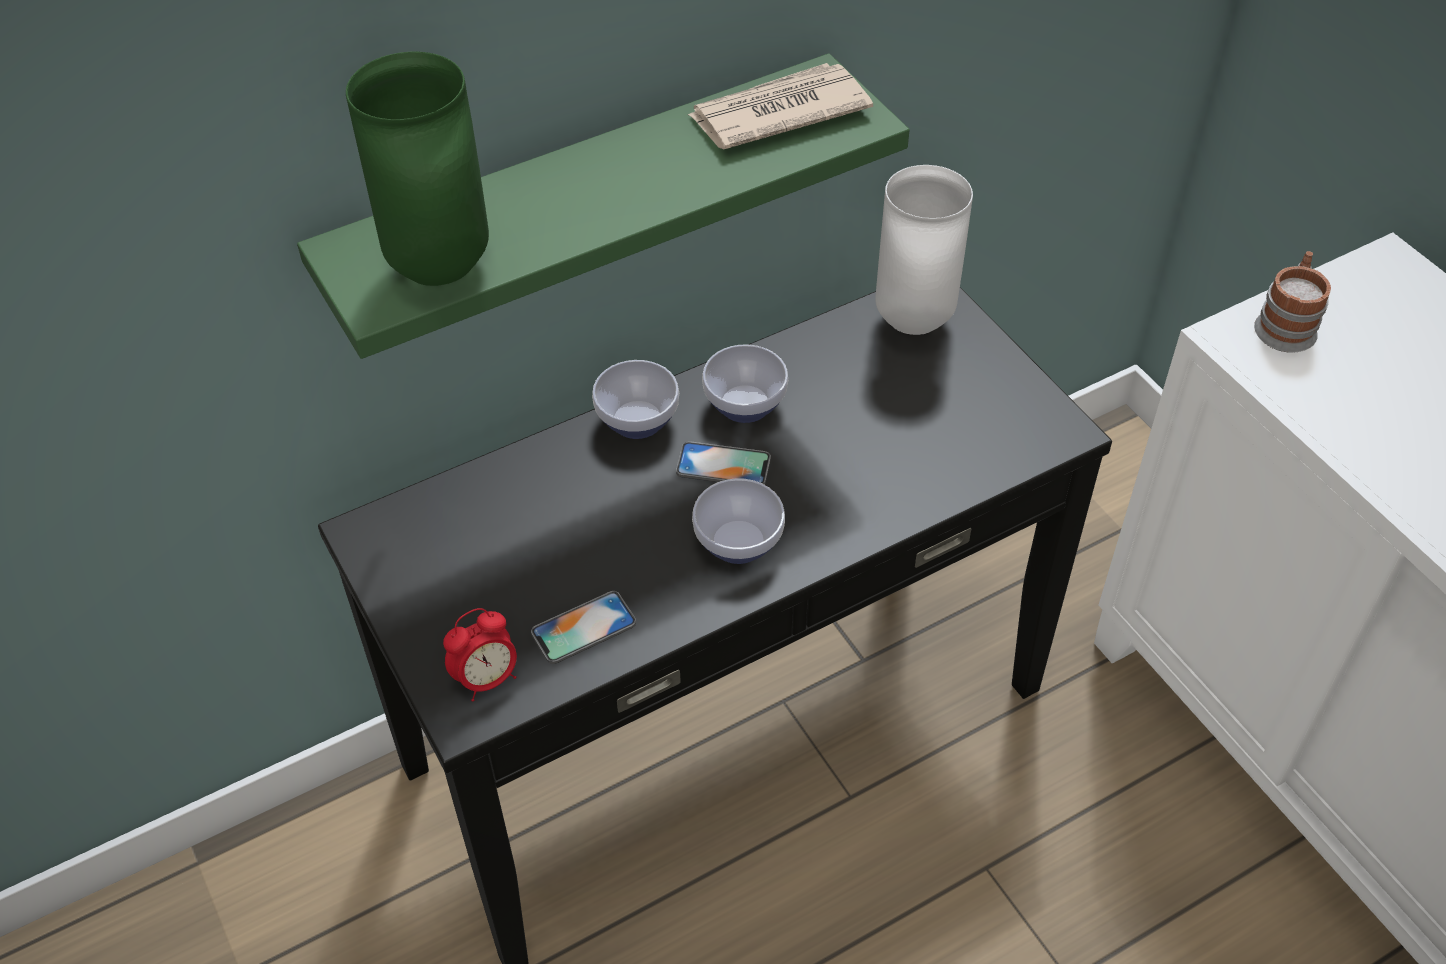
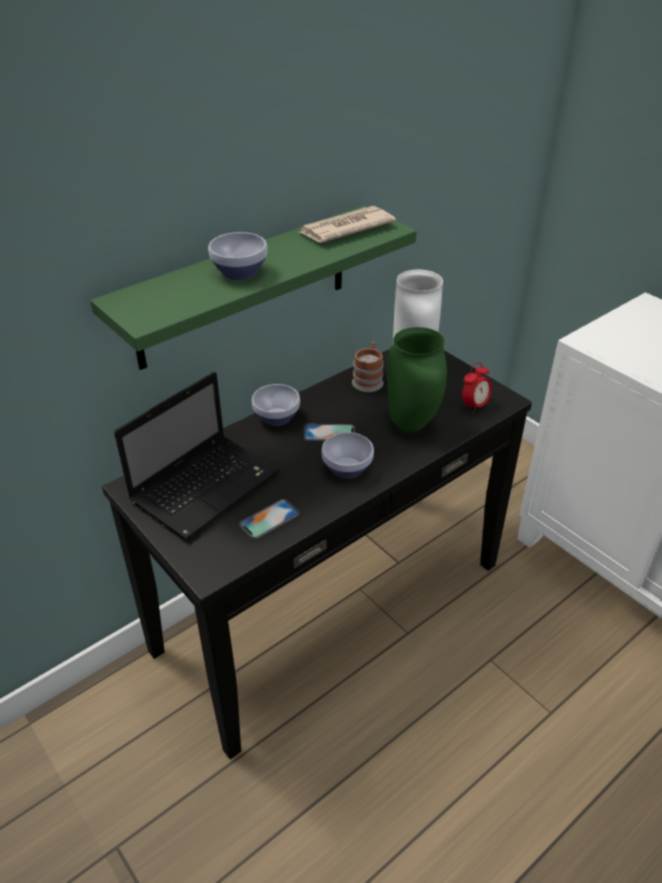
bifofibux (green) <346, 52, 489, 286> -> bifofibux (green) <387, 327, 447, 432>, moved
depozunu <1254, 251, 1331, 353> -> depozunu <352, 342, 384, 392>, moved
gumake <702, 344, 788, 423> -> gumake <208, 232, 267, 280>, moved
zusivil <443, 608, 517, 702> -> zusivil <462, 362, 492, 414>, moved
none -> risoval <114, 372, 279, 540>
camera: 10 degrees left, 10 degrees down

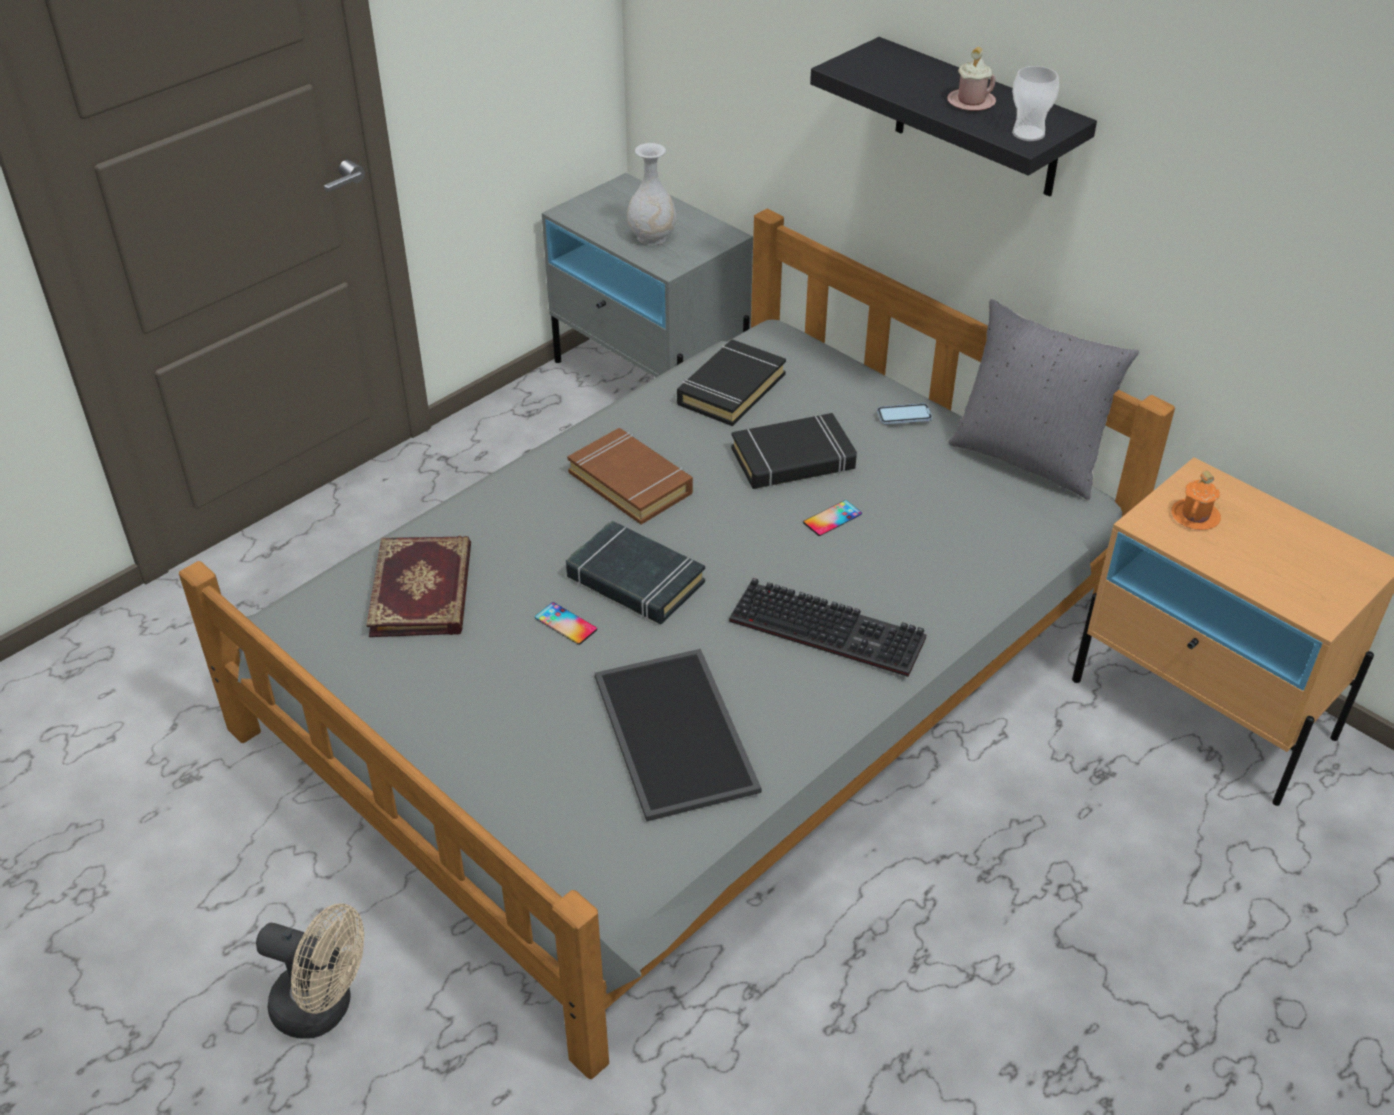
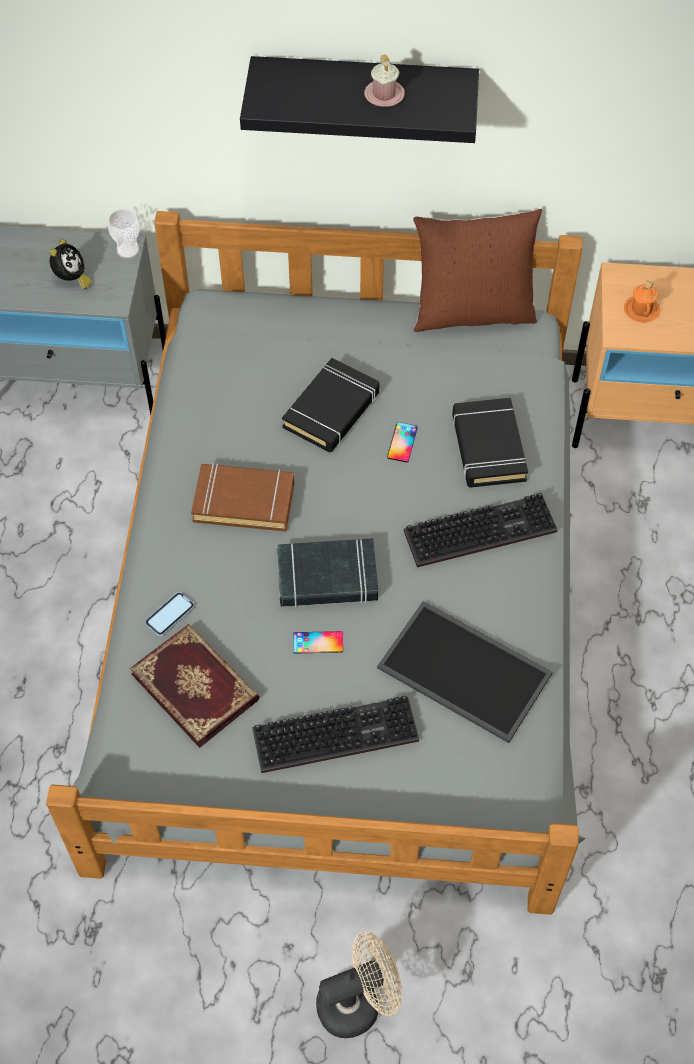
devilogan <1012, 66, 1059, 141> -> devilogan <108, 209, 140, 259>, moved
bifofibux (white) <627, 143, 676, 245> -> zusivil <50, 239, 92, 290>
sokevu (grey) <948, 299, 1139, 500> -> sokevu (brown) <413, 209, 542, 332>
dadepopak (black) <677, 340, 786, 426> -> dadepopak (black) <452, 398, 528, 488>, moved
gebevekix <877, 403, 932, 425> -> gebevekix <145, 592, 195, 636>, moved
none -> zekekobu <252, 696, 419, 773>
camera: 40 degrees left, 15 degrees up

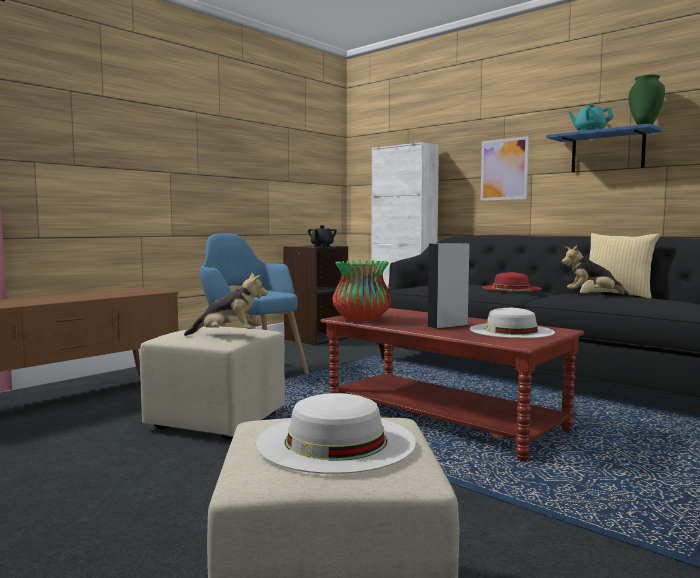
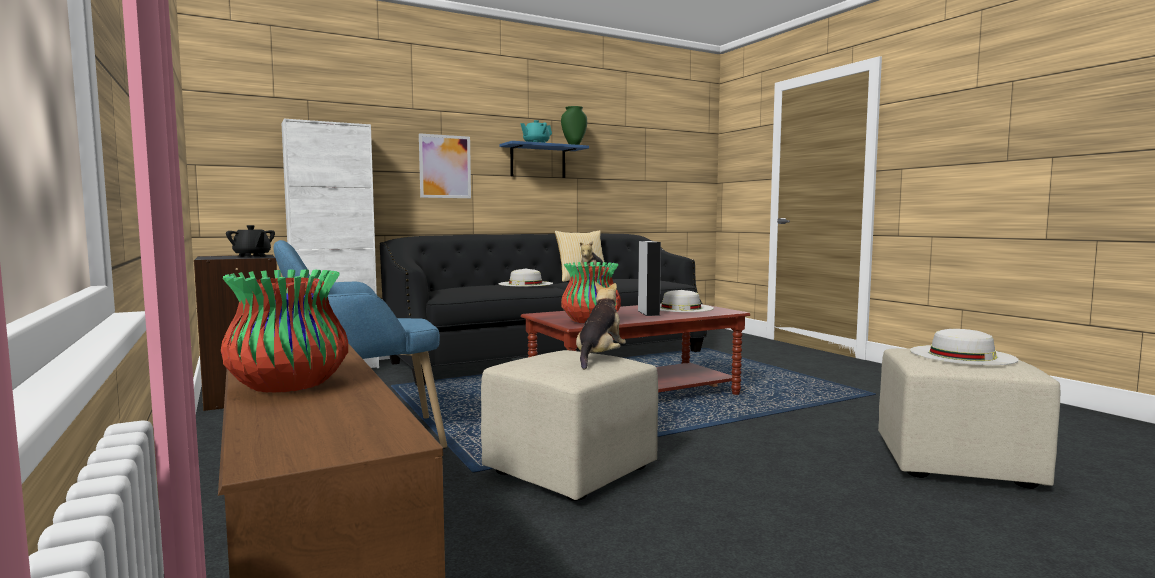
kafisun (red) <482, 272, 542, 291> -> kafisun (white) <499, 269, 553, 287>
none -> bifofibux <221, 269, 348, 393>
camera: 70 degrees left, 0 degrees up

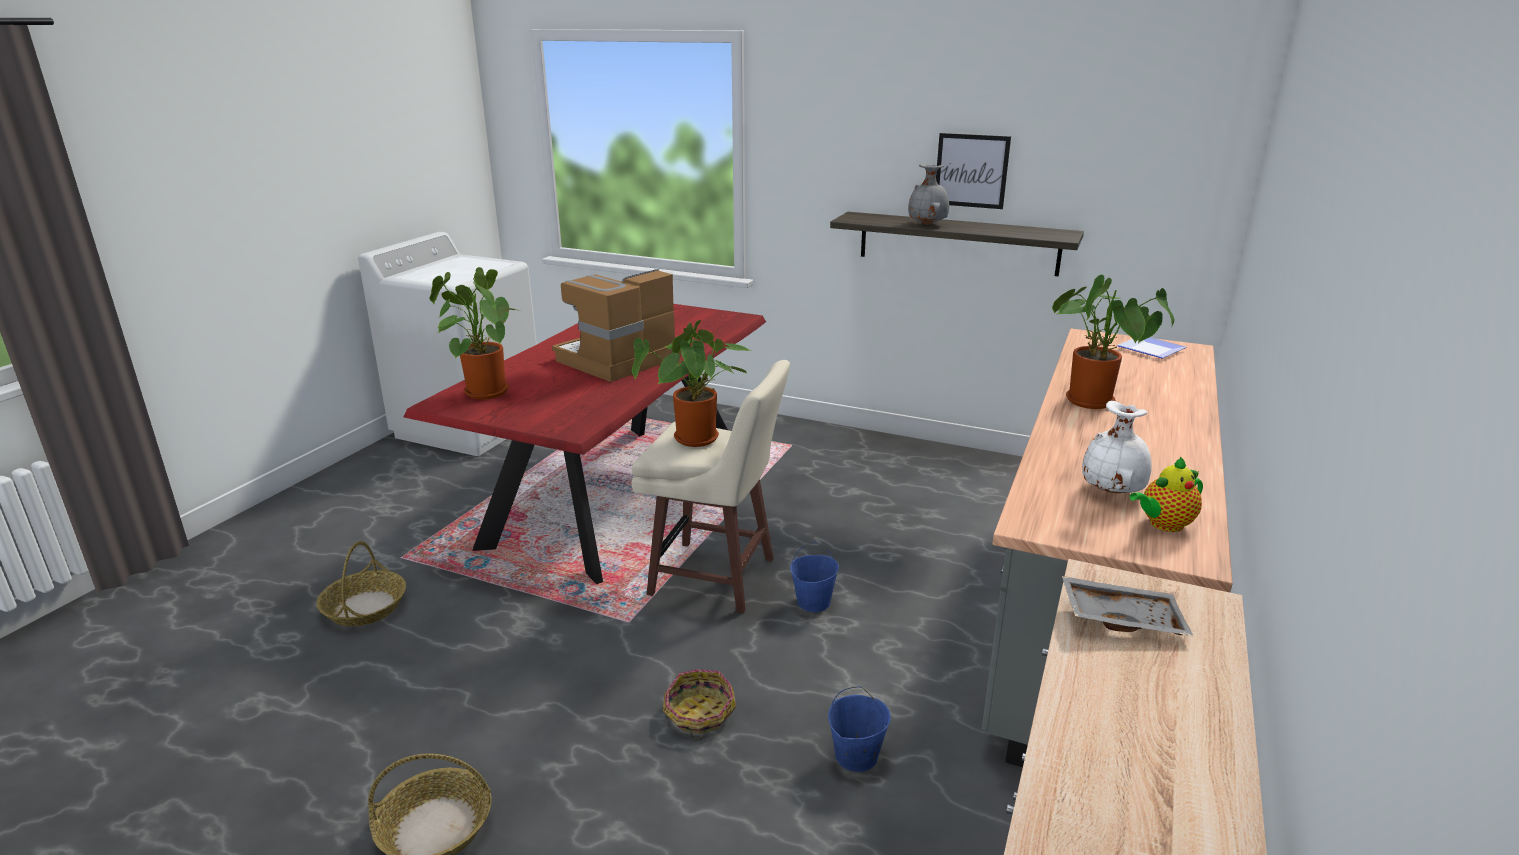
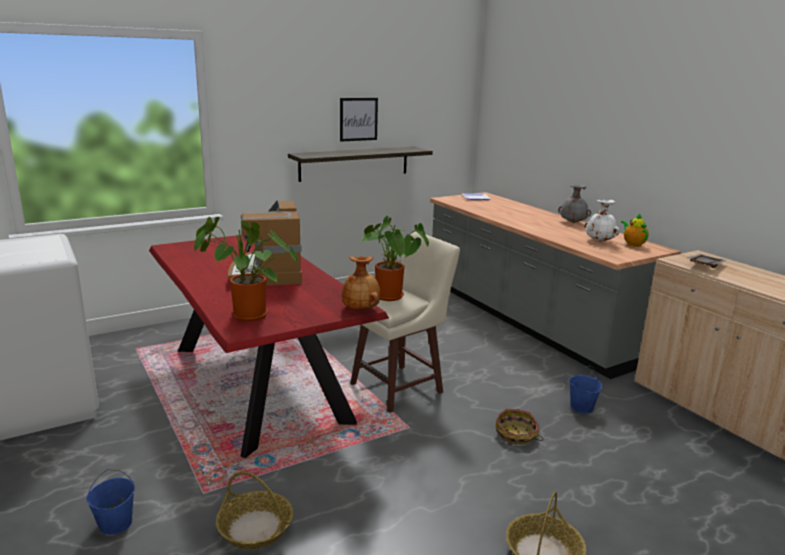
bifofibux (grey) <908, 164, 949, 225> -> bifofibux (grey) <558, 185, 591, 223>, moved
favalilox <1052, 275, 1175, 409> -> none
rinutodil <1129, 457, 1203, 532> -> rinutodil <621, 214, 649, 247>, 150 degrees clockwise
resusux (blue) <790, 542, 839, 612> -> resusux (blue) <86, 469, 135, 535>, moved
none -> bifofibux (brown) <342, 256, 380, 310>
camera: 55 degrees left, 5 degrees down

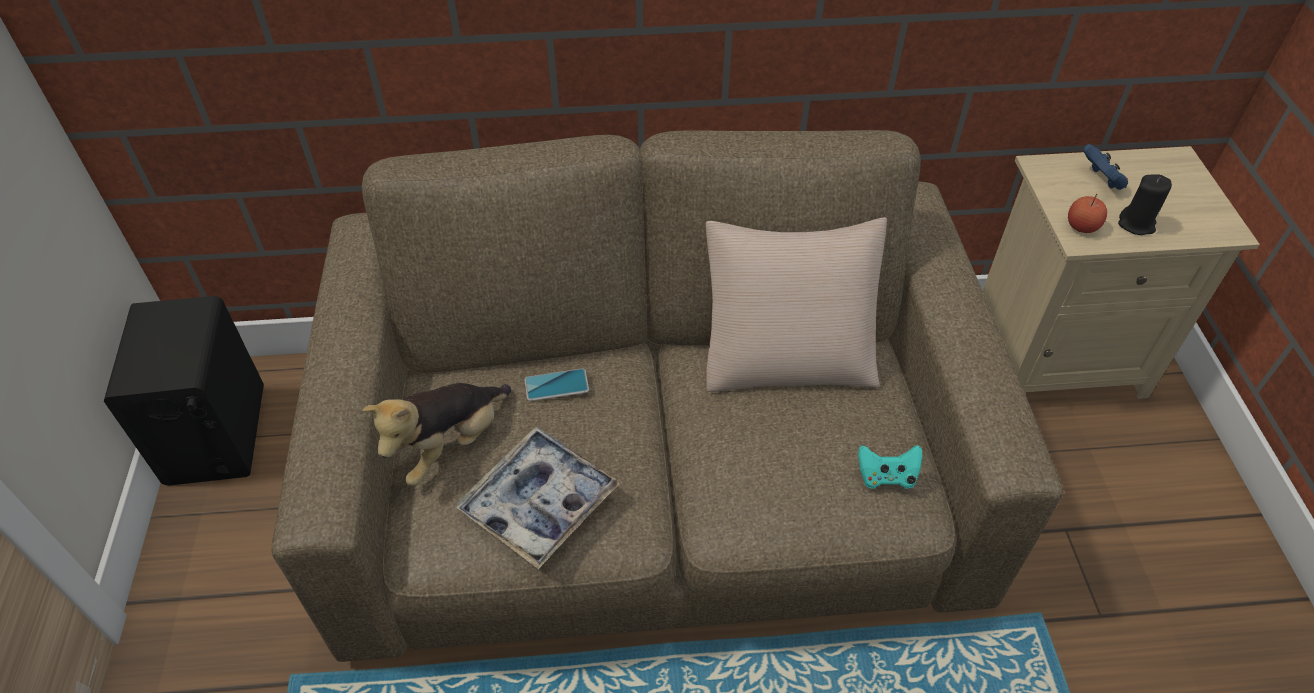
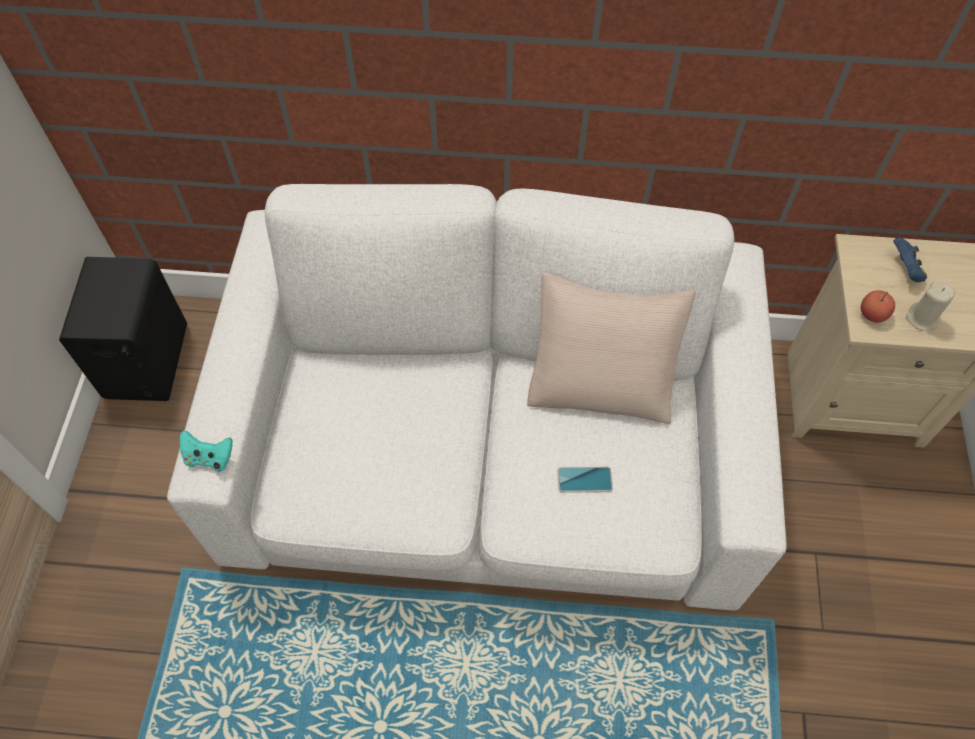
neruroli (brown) <271, 130, 1063, 662> -> neruroli (white) <167, 184, 786, 610>
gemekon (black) <1118, 174, 1172, 235> -> gemekon (beige) <906, 282, 955, 331>
gebevekix <524, 368, 589, 401> -> gebevekix <557, 467, 613, 493>, moved
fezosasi <363, 383, 511, 486> -> none
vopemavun <456, 427, 620, 569> -> none
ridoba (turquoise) <858, 445, 923, 489> -> ridoba (turquoise) <180, 430, 233, 472>, moved
camera: 10 degrees right, 10 degrees up

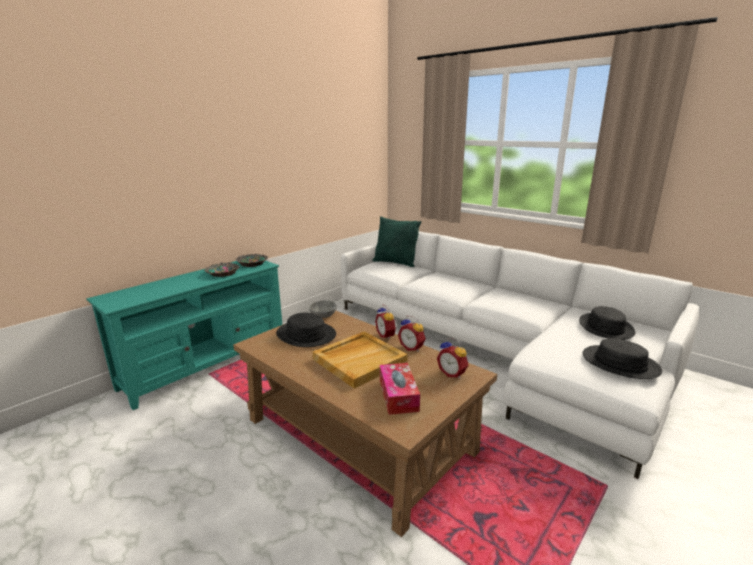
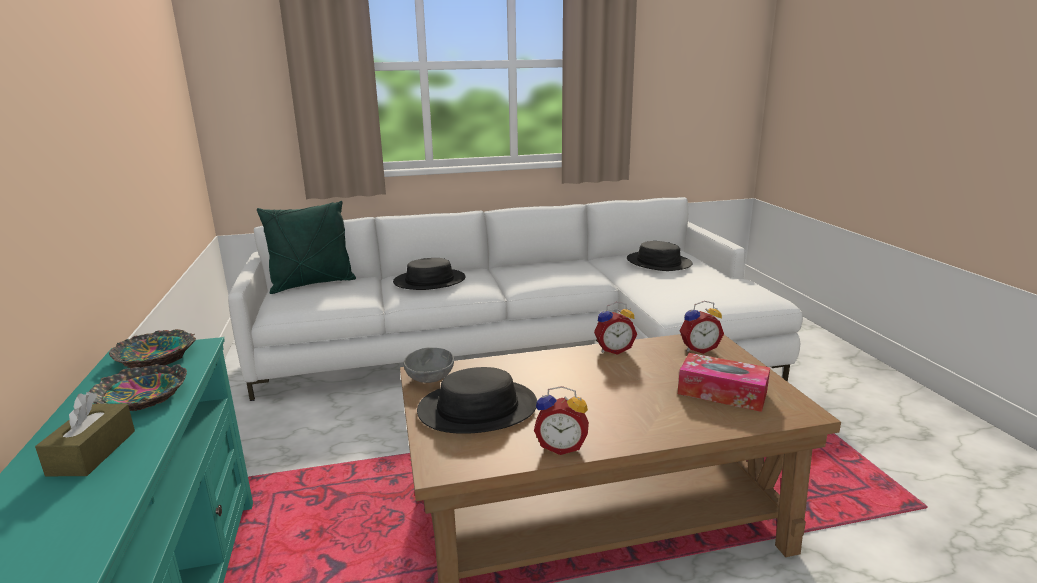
zusivil <375, 304, 397, 340> -> zusivil <534, 386, 589, 455>, moved
vopemavun (beige) <313, 331, 408, 389> -> none
kafisun (black) <583, 338, 662, 379> -> kafisun (black) <393, 258, 466, 290>, moved
none -> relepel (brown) <35, 392, 135, 476>
camera: 55 degrees left, 0 degrees up

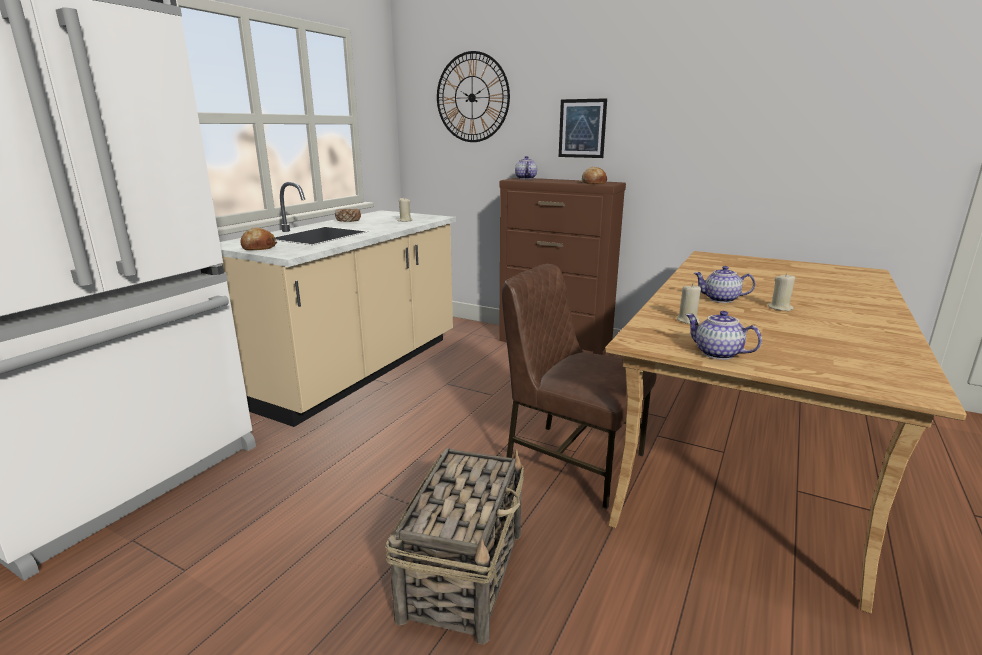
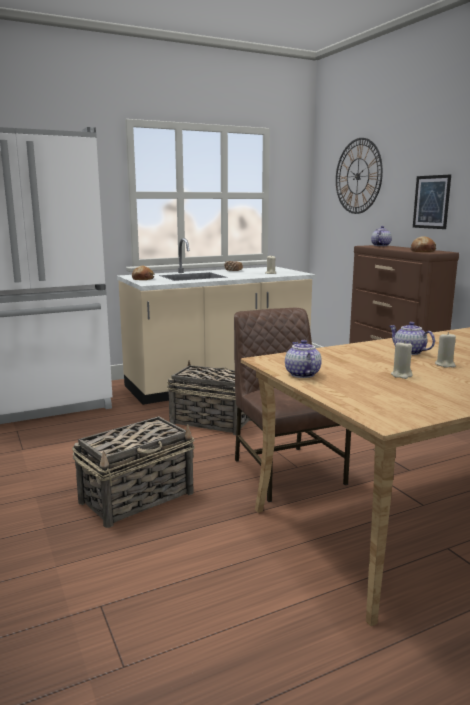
gemekon (beige) <677, 283, 701, 324> -> gemekon (beige) <391, 340, 413, 379>, moved
none -> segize <167, 360, 252, 435>
camera: 35 degrees right, 5 degrees down

